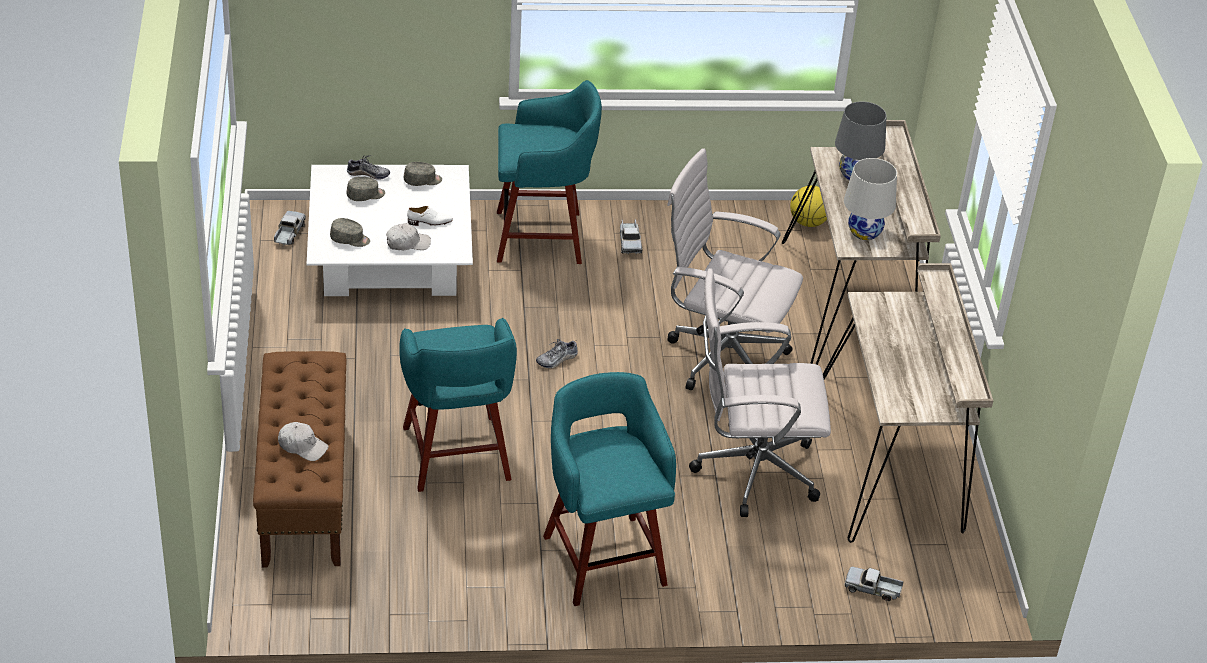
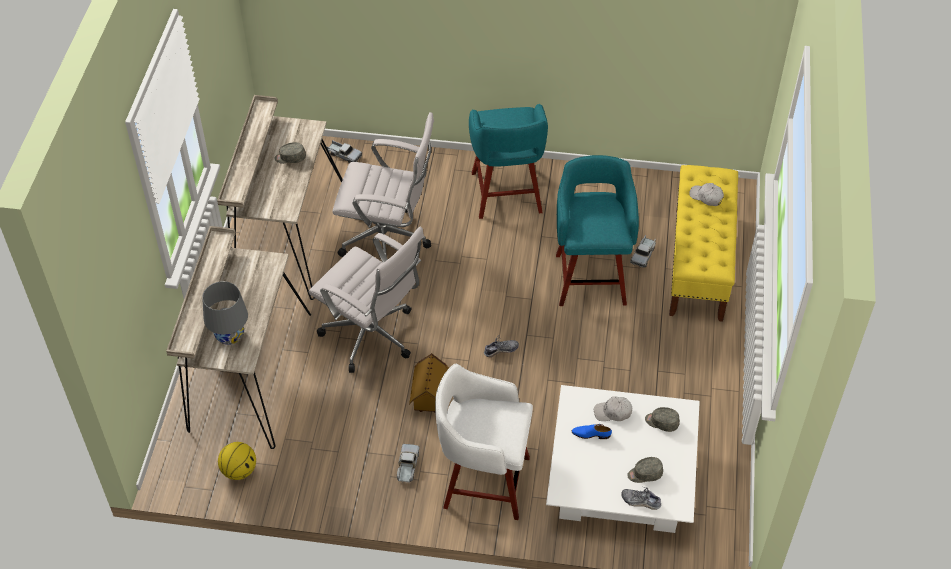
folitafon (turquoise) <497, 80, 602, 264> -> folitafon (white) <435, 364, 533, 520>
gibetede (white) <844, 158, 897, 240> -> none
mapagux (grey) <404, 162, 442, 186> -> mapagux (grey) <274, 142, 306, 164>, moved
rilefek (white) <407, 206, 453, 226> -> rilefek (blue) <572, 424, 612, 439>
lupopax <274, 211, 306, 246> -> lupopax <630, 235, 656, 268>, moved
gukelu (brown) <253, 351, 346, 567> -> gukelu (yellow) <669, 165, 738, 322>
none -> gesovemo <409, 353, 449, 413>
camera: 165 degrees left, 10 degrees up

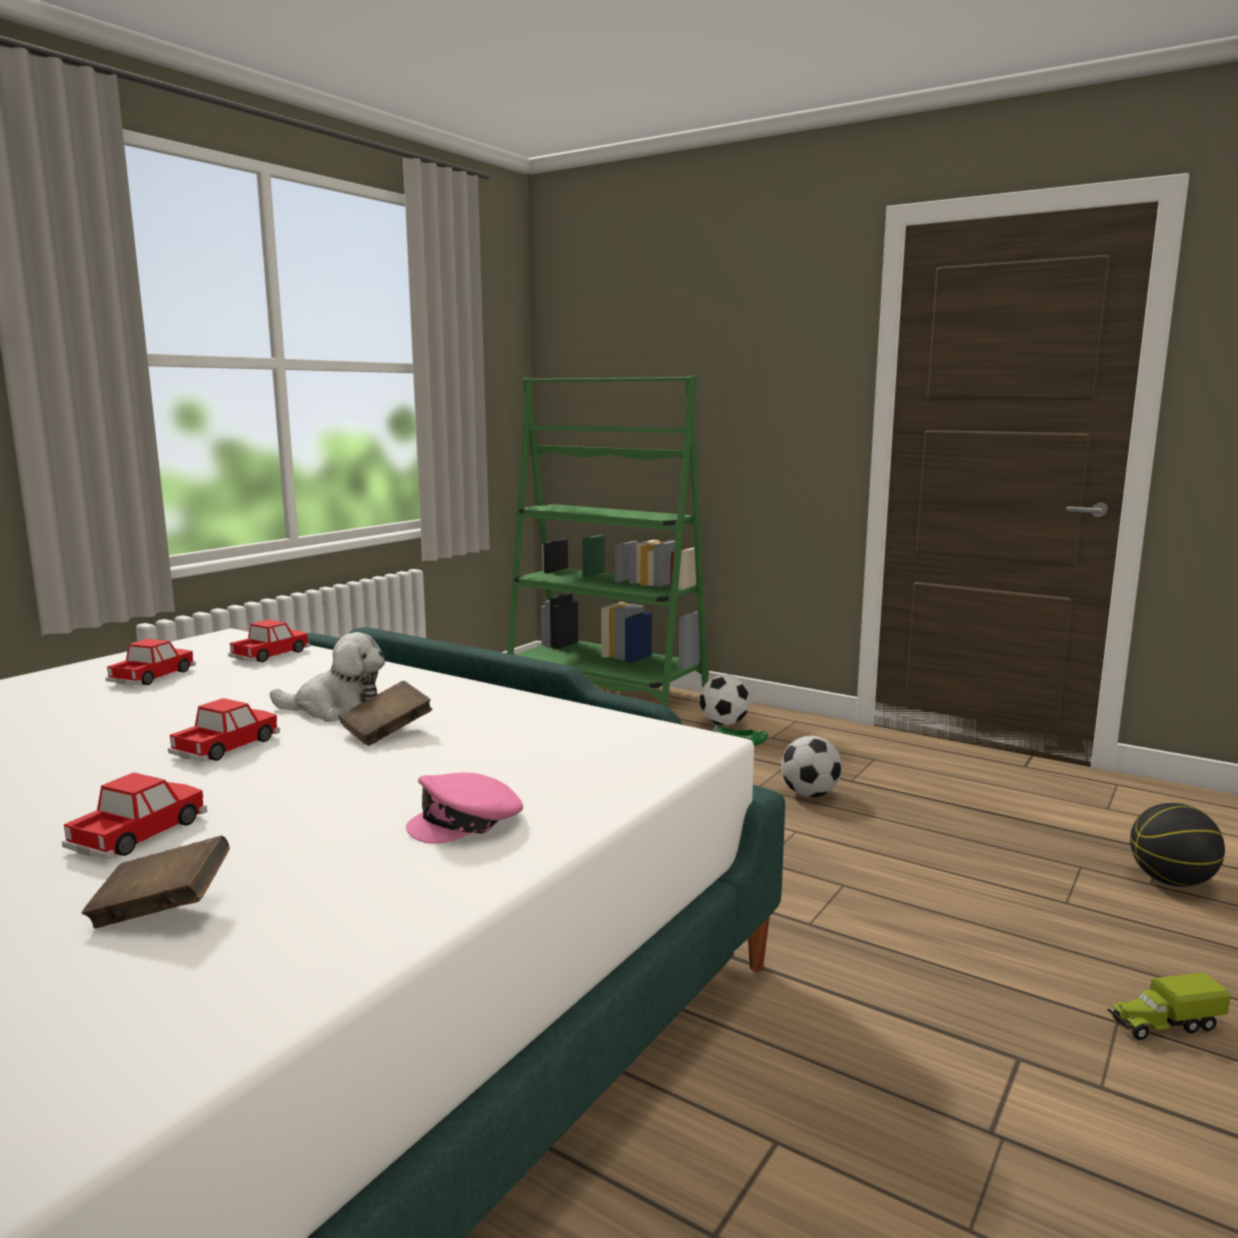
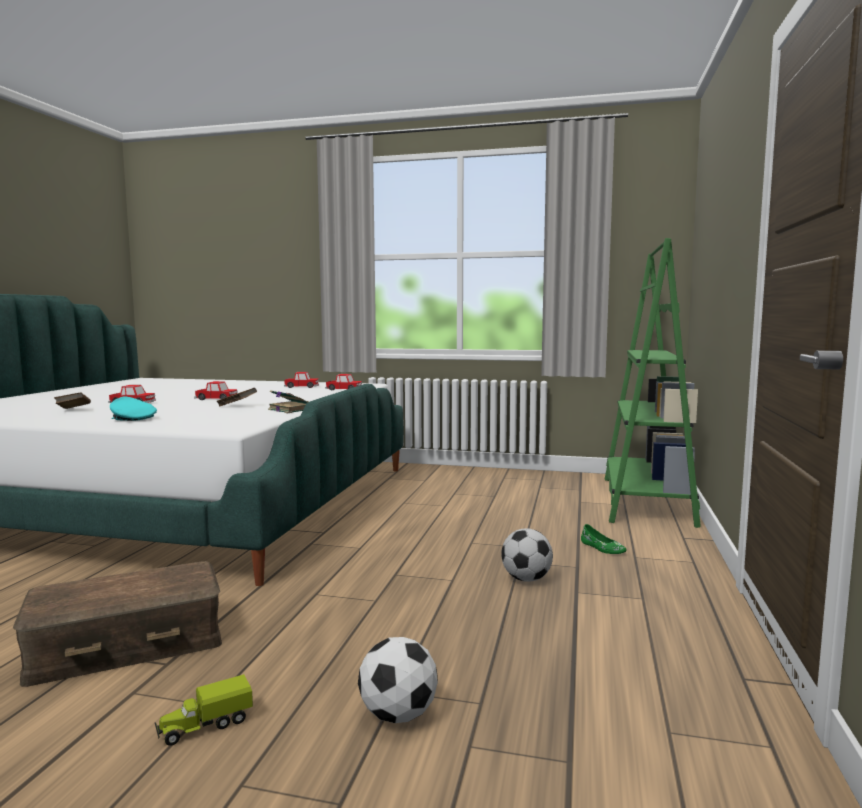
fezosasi <270, 632, 385, 722> -> none
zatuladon <700, 675, 750, 725> -> zatuladon <358, 637, 438, 723>, moved
mapagux (pink) <406, 772, 523, 844> -> mapagux (turquoise) <110, 396, 157, 421>
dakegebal <1130, 803, 1225, 887> -> none
lupopax <1108, 972, 1231, 1040> -> lupopax <155, 674, 253, 746>, 90 degrees counterclockwise
none -> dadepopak <268, 390, 308, 413>
none -> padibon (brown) <13, 561, 222, 687>
camera: 70 degrees right, 5 degrees down

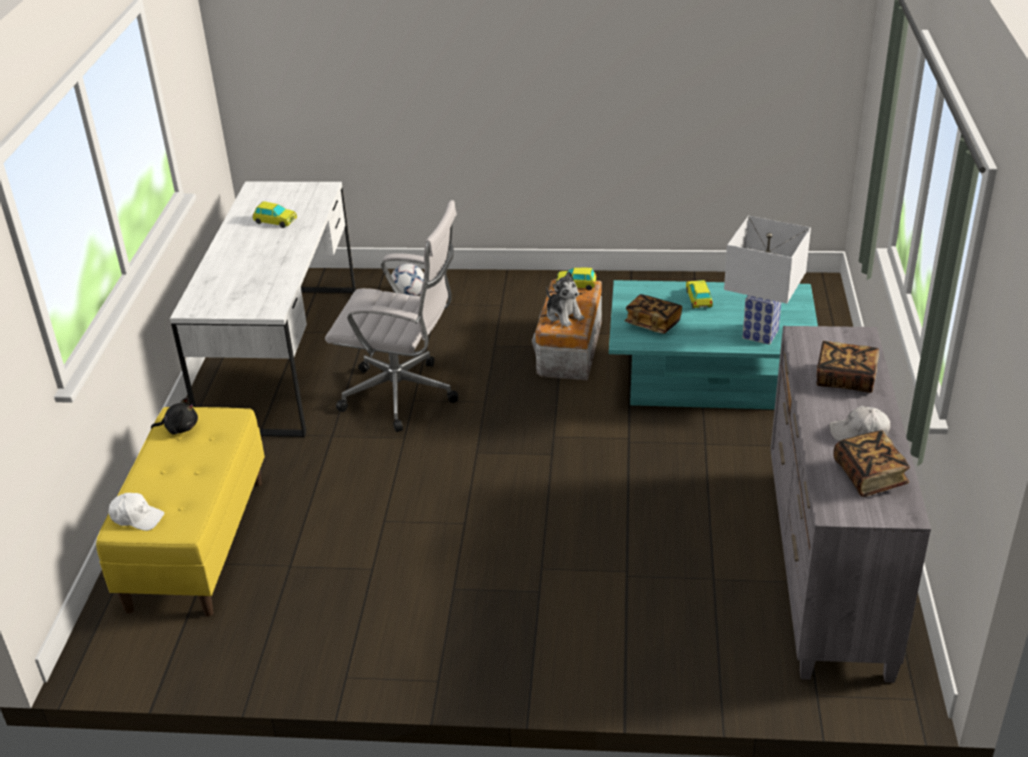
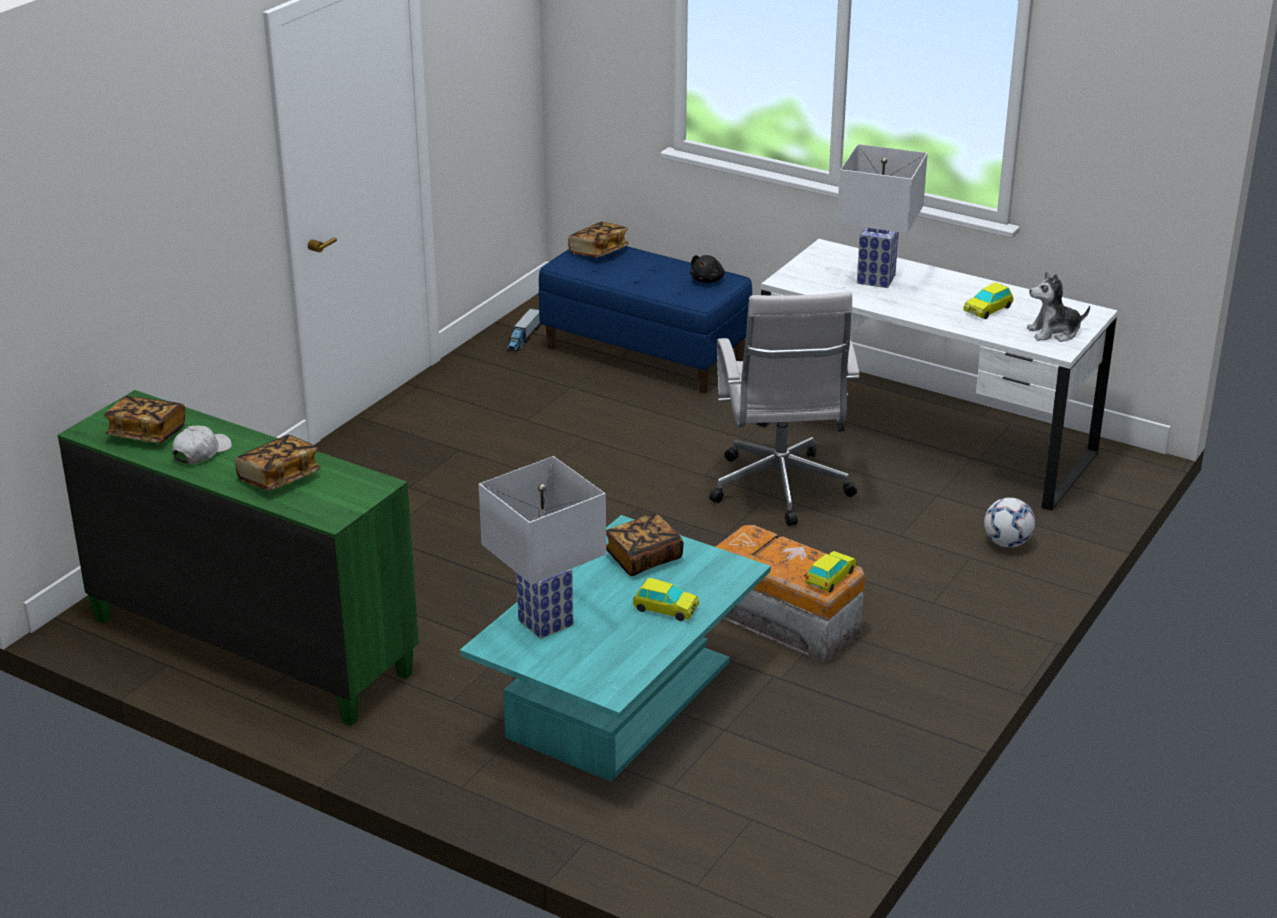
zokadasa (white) <325, 200, 458, 432> -> zokadasa (white) <709, 292, 859, 526>, 45 degrees counterclockwise
fezosasi <546, 272, 584, 327> -> fezosasi <1027, 272, 1090, 342>, moved
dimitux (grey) <770, 326, 931, 683> -> dimitux (green) <57, 390, 419, 726>
gukelu (yellow) <96, 407, 265, 617> -> gukelu (blue) <538, 246, 752, 393>
mapagux (white) <109, 493, 164, 531> -> dadepopak <568, 222, 629, 257>
none -> gibetede (white) <837, 144, 928, 288>
none -> lupopax <507, 308, 540, 352>
camera: 115 degrees right, 5 degrees down

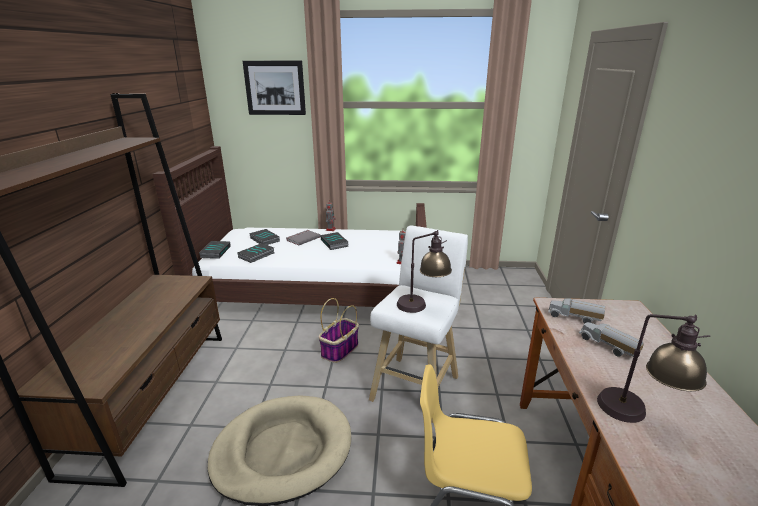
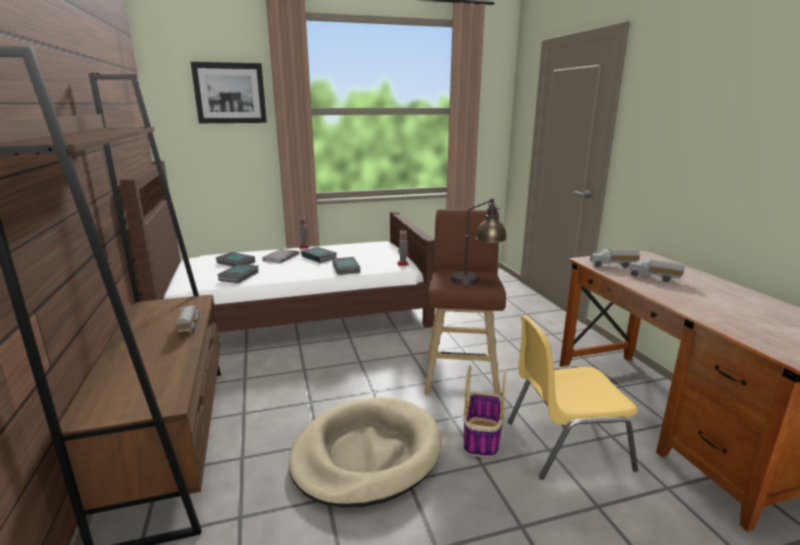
folitafon (white) <369, 226, 468, 423> -> folitafon (brown) <424, 209, 506, 396>
dadepopak <199, 241, 231, 259> -> dadepopak <332, 257, 360, 275>, moved
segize <319, 298, 359, 363> -> segize <464, 365, 506, 458>, moved
gibetede <597, 314, 710, 423> -> none
none -> lupopax <175, 305, 200, 333>
camera: 20 degrees left, 5 degrees down

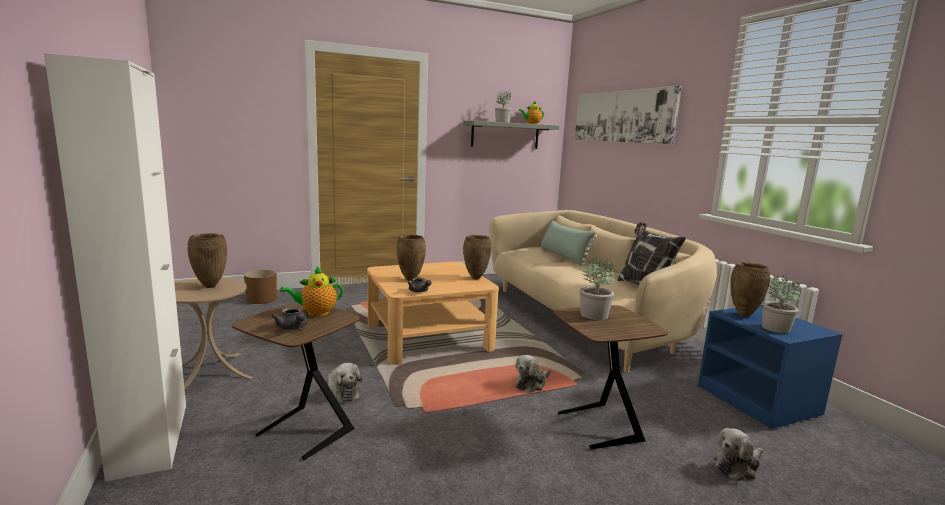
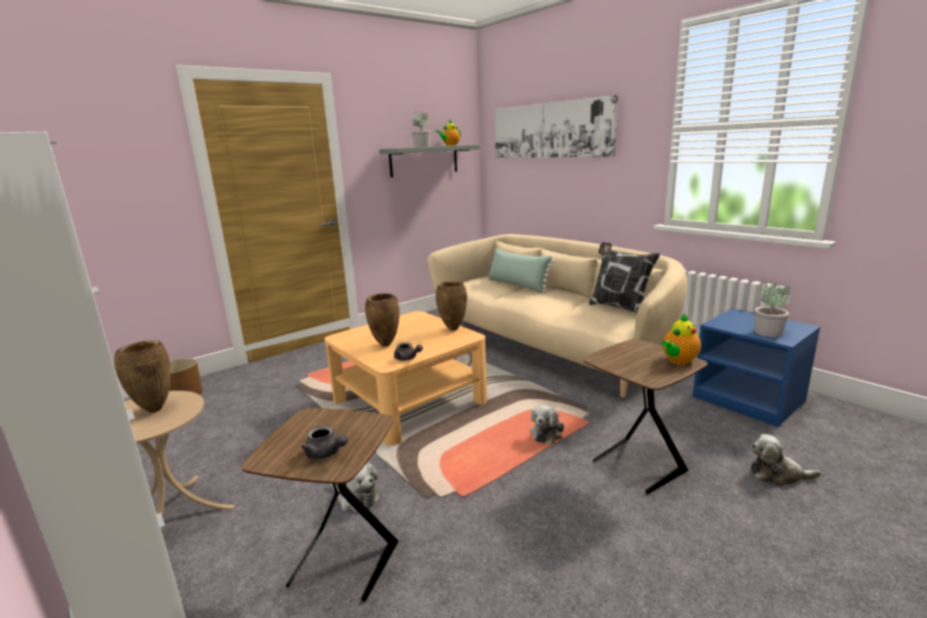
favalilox <580, 257, 615, 320> -> none
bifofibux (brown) <730, 262, 771, 317> -> none
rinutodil <280, 267, 343, 316> -> rinutodil <661, 314, 701, 365>, moved
fezosasi <715, 428, 763, 481> -> fezosasi <751, 434, 821, 486>, 60 degrees clockwise
camera: 15 degrees left, 5 degrees up

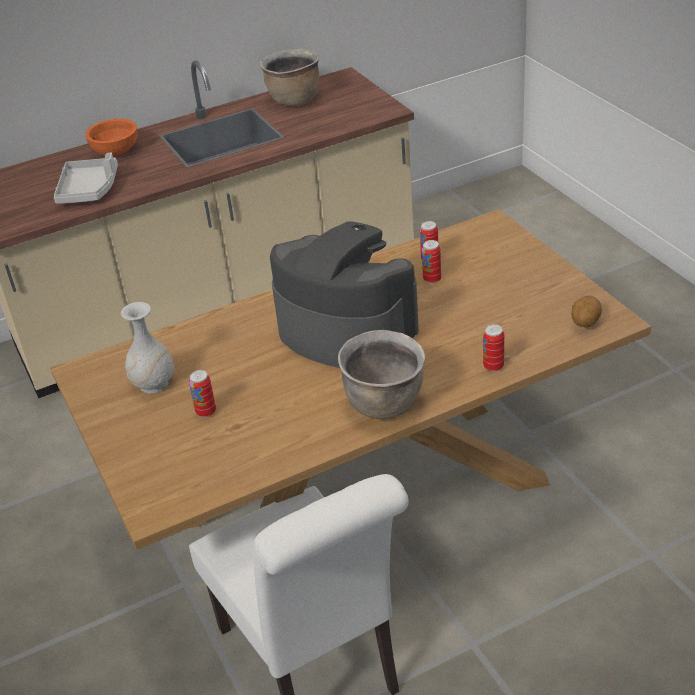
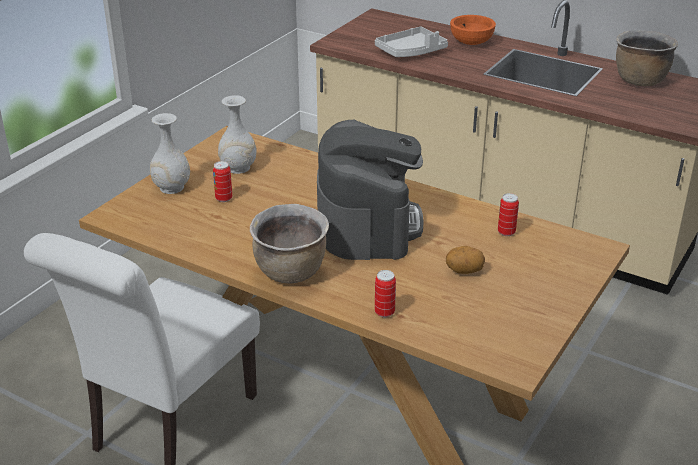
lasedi <422, 240, 441, 283> -> none
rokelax <571, 295, 602, 328> -> rokelax <446, 246, 485, 274>, moved
none -> bifofibux (white) <150, 113, 190, 194>
camera: 55 degrees right, 5 degrees down

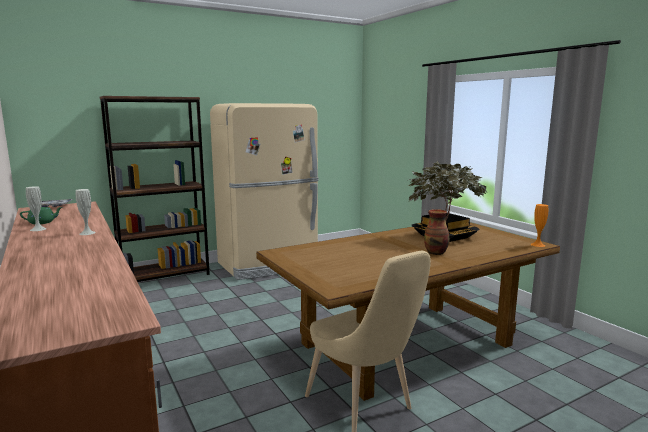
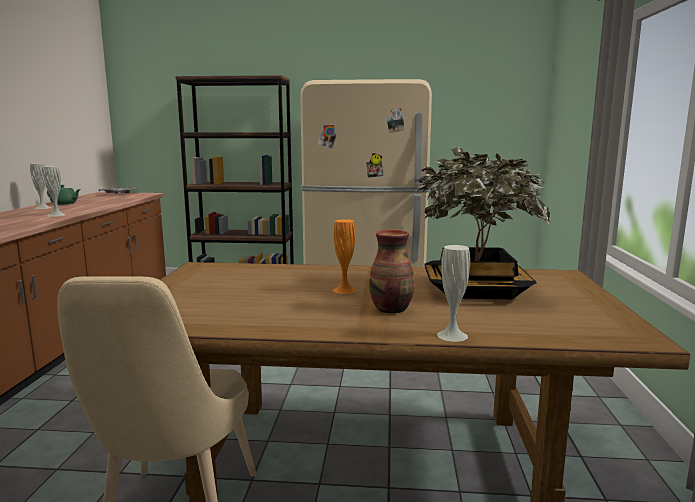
bifofibux (orange) <531, 204, 548, 247> -> bifofibux (orange) <333, 219, 356, 294>, moved
none -> bifofibux (white) <437, 245, 470, 342>
camera: 35 degrees right, 0 degrees up

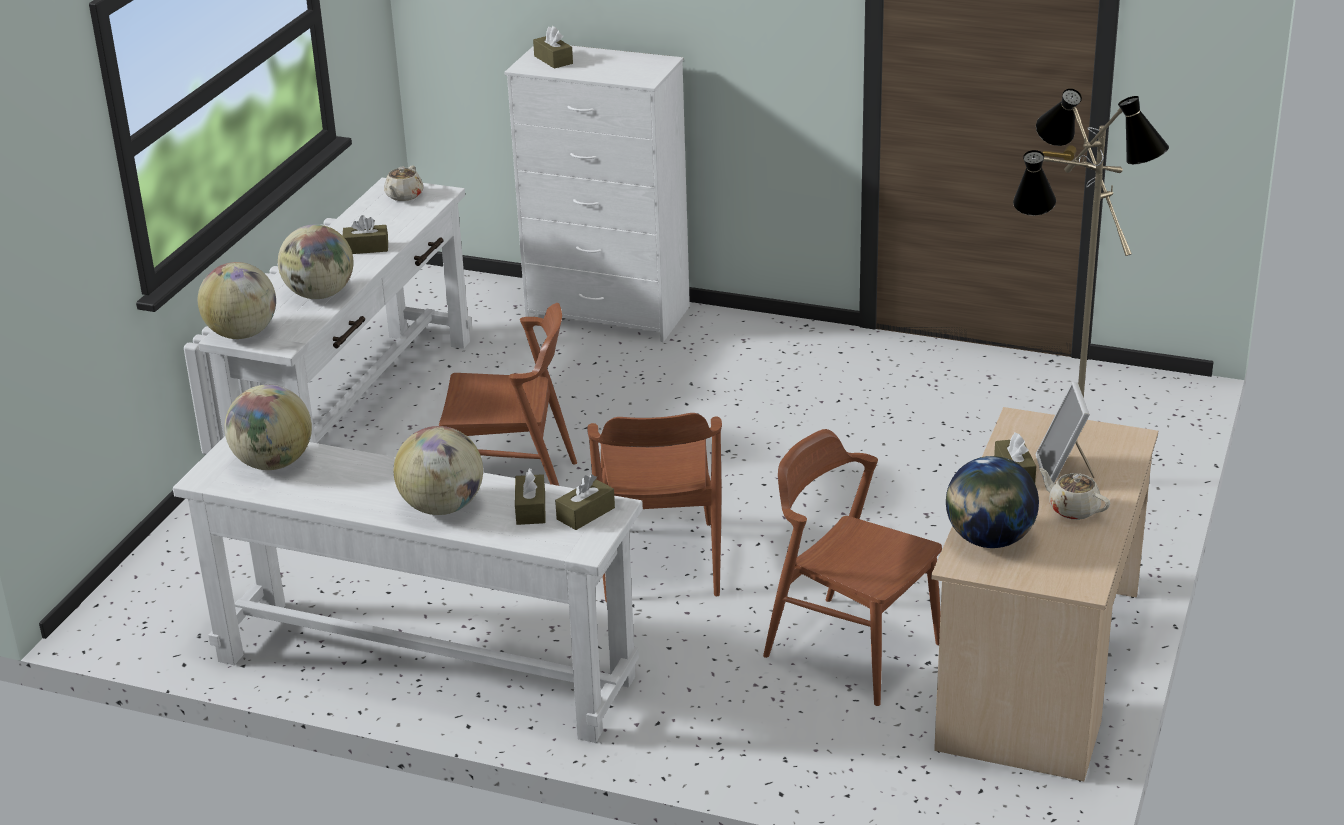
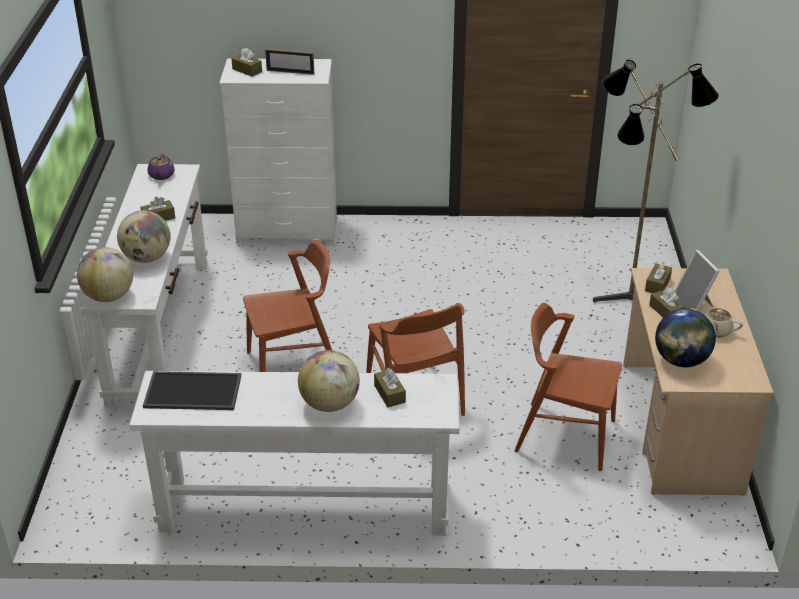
rinutodil (beige) <384, 166, 424, 201> -> rinutodil (purple) <148, 154, 175, 180>
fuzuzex <225, 385, 312, 470> -> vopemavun <143, 371, 241, 410>
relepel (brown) <555, 474, 615, 530> -> relepel (brown) <645, 261, 672, 293>, moved
none -> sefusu <265, 49, 314, 75>
camera: 20 degrees left, 5 degrees up

